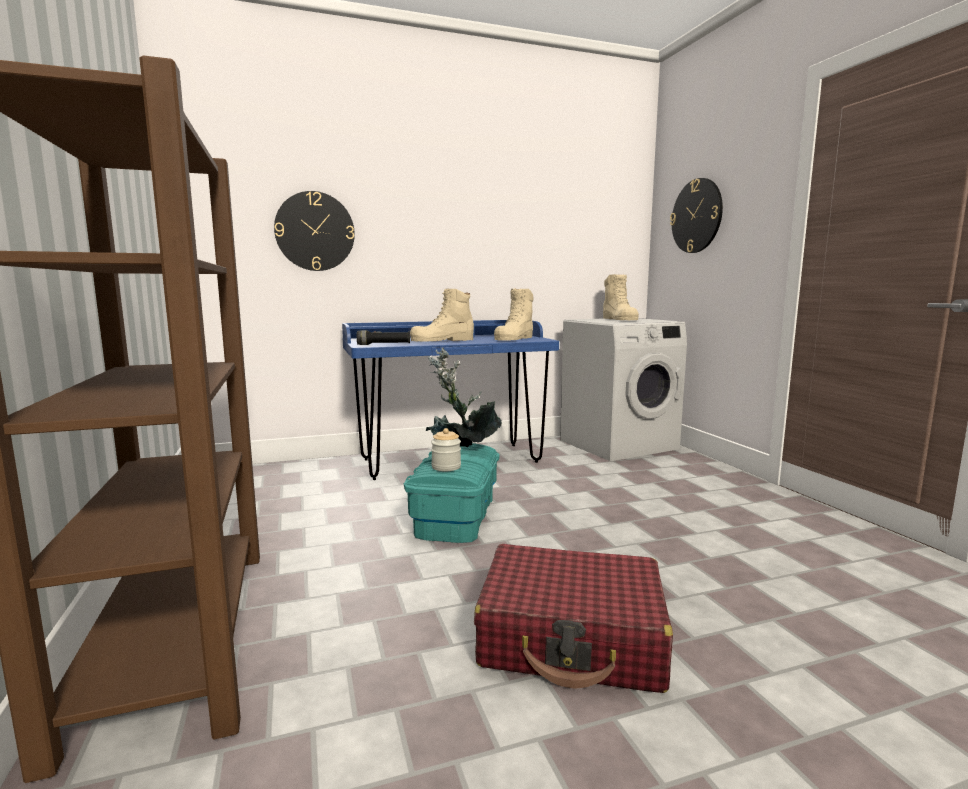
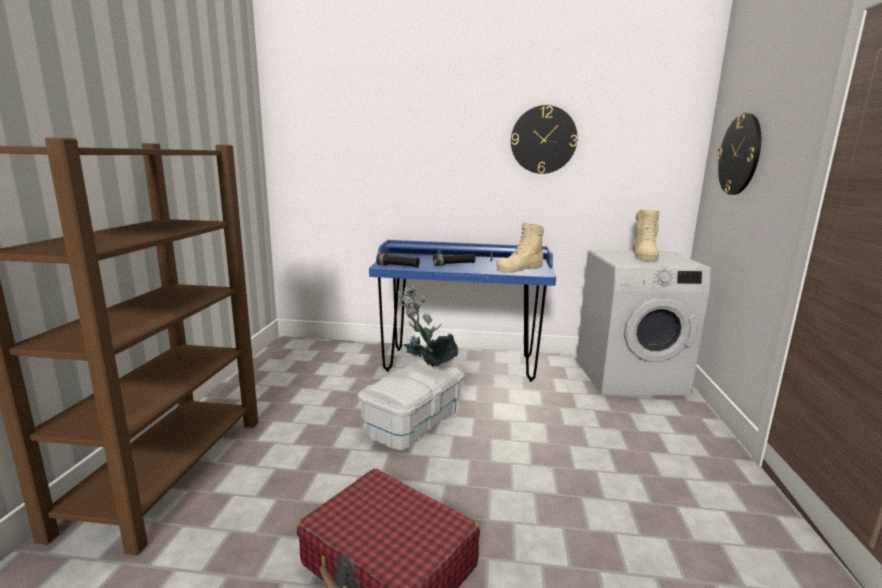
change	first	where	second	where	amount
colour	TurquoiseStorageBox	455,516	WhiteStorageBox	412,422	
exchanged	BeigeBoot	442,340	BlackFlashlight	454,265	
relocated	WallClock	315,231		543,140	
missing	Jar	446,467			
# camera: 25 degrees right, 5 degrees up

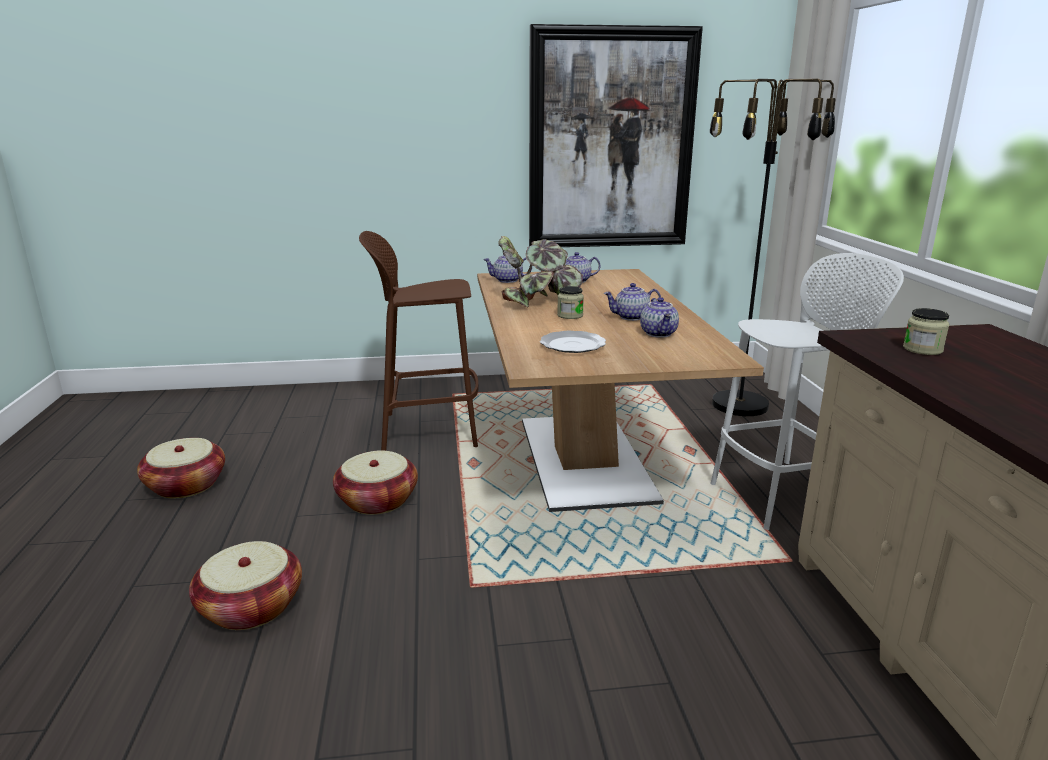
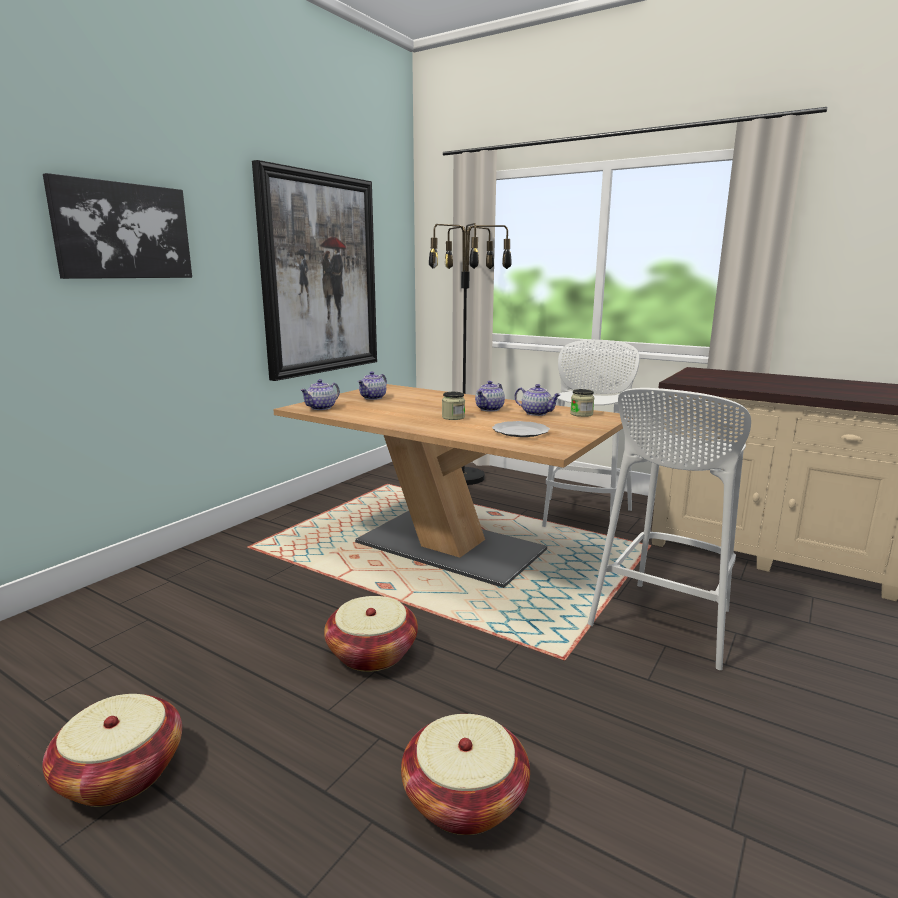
change	first	where	second	where	amount
appeared			Picture	123,231	
relocated	Jar	922,349		581,414	
appeared			WhiteStool	665,622	
missing	BrownStool	426,433			
missing	PottedPlant	537,300			
# camera: 50 degrees left, 5 degrees down

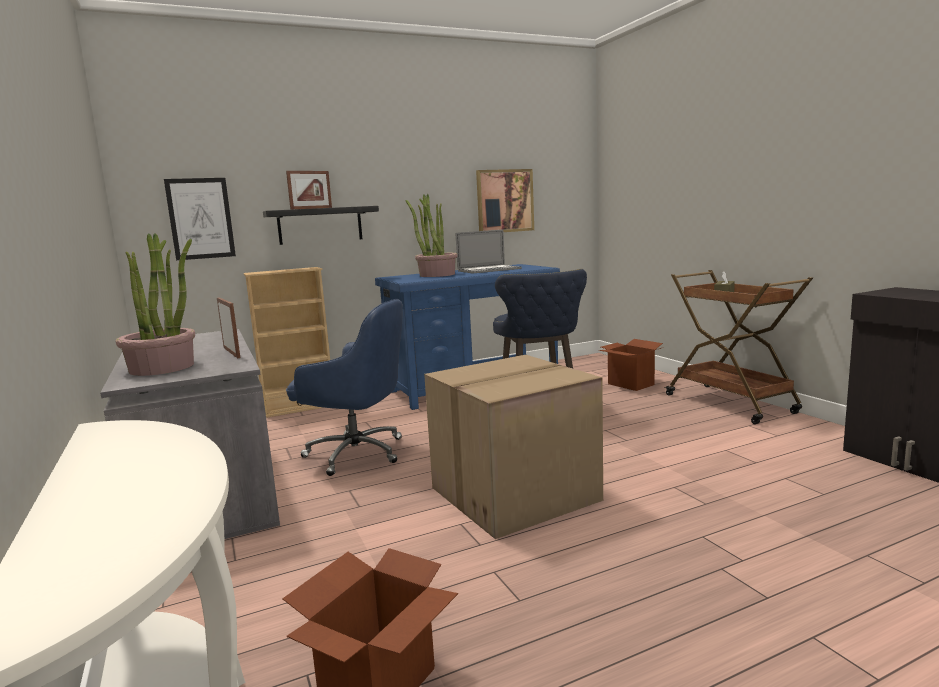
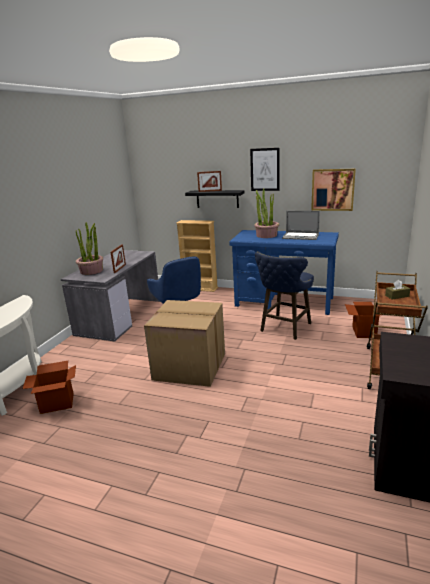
change	first	where	second	where	amount
relocated	Picture	200,218		265,169	
# camera: 45 degrees right, 10 degrees up

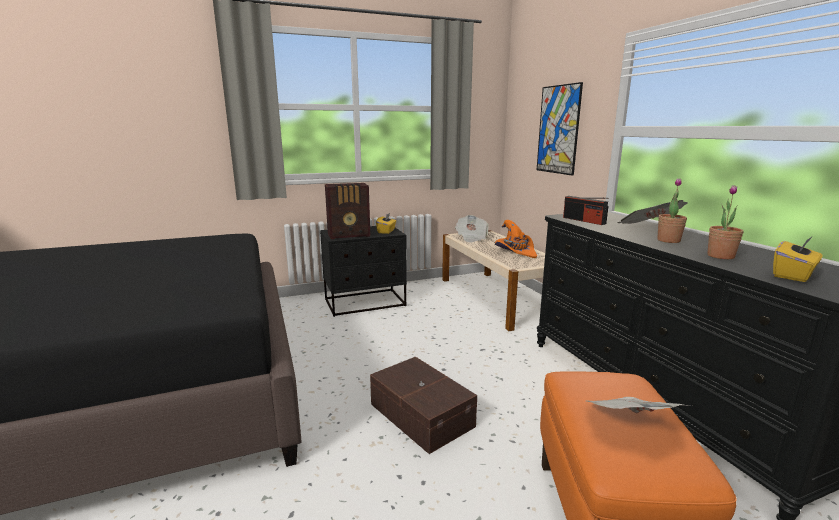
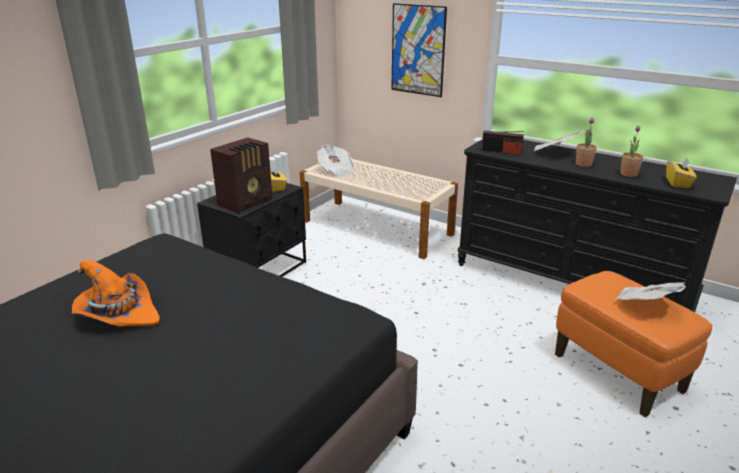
change	first	where	second	where	amount
relocated	OrangeHat	515,252		118,314	
missing	BrownStorageBox	422,414			
# camera: 35 degrees left, 10 degrees up

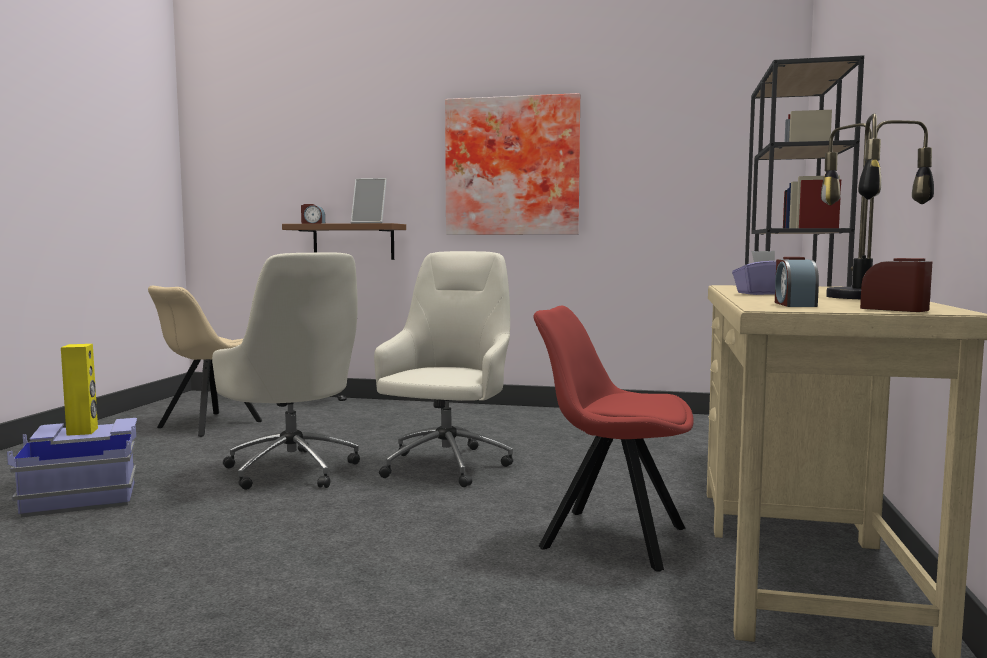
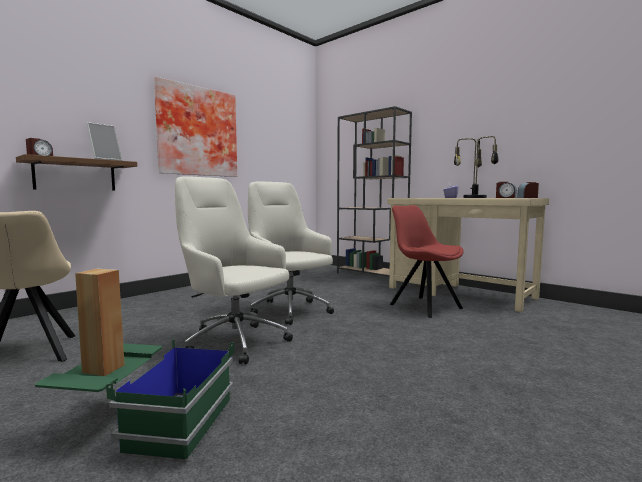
change	first	where	second	where	amount
colour	BlueStorageBox	85,490	GreenStorageBox	146,423	
colour	YellowSpeaker	83,431	BrownSpeaker	104,368	
spun	BeigeOfficeChair	292,471		235,342	135 degrees counterclockwise
spun	RedChair	612,538		424,306	90 degrees clockwise
# camera: 60 degrees left, 0 degrees up

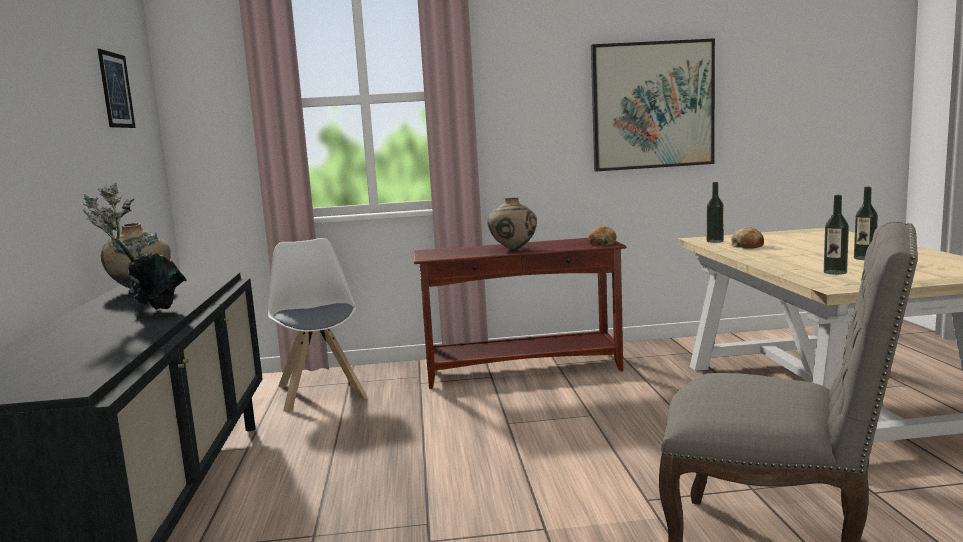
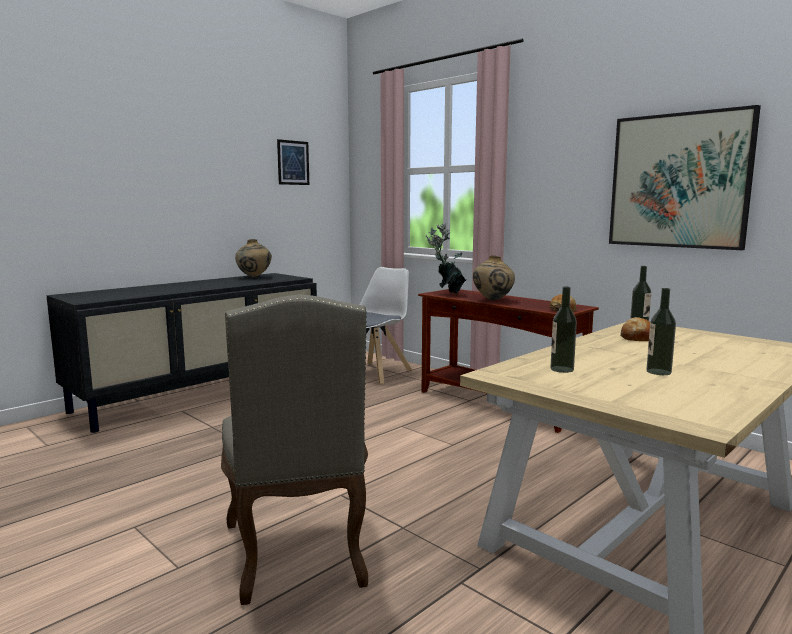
change	first	where	second	where	amount
relocated	PottedPlant	148,312		448,293	
# camera: 50 degrees right, 0 degrees up

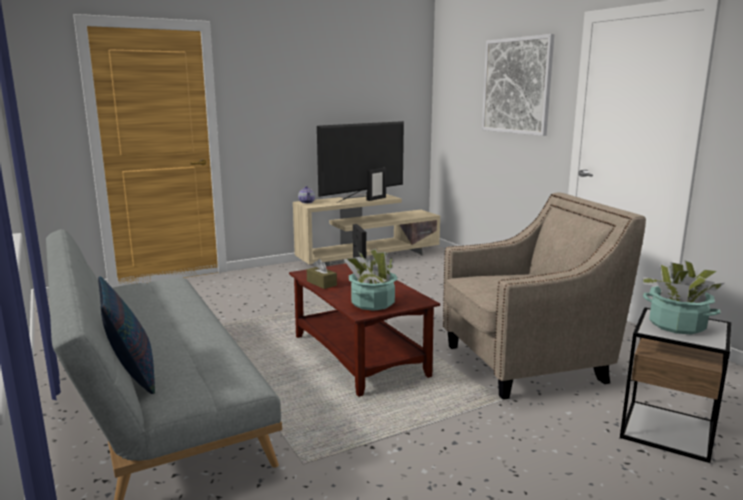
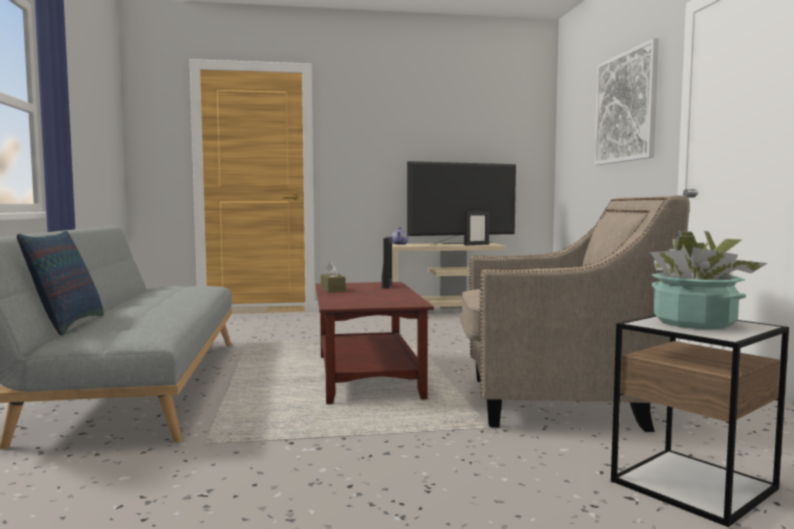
change	first	where	second	where	amount
missing	PottedPlant	372,303			
# camera: 20 degrees right, 10 degrees down

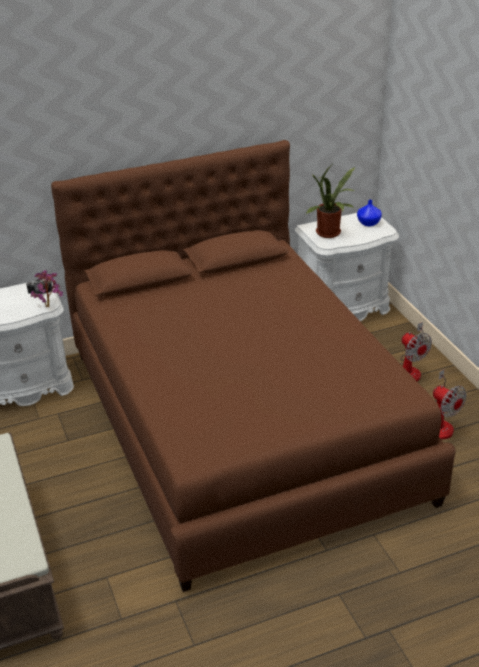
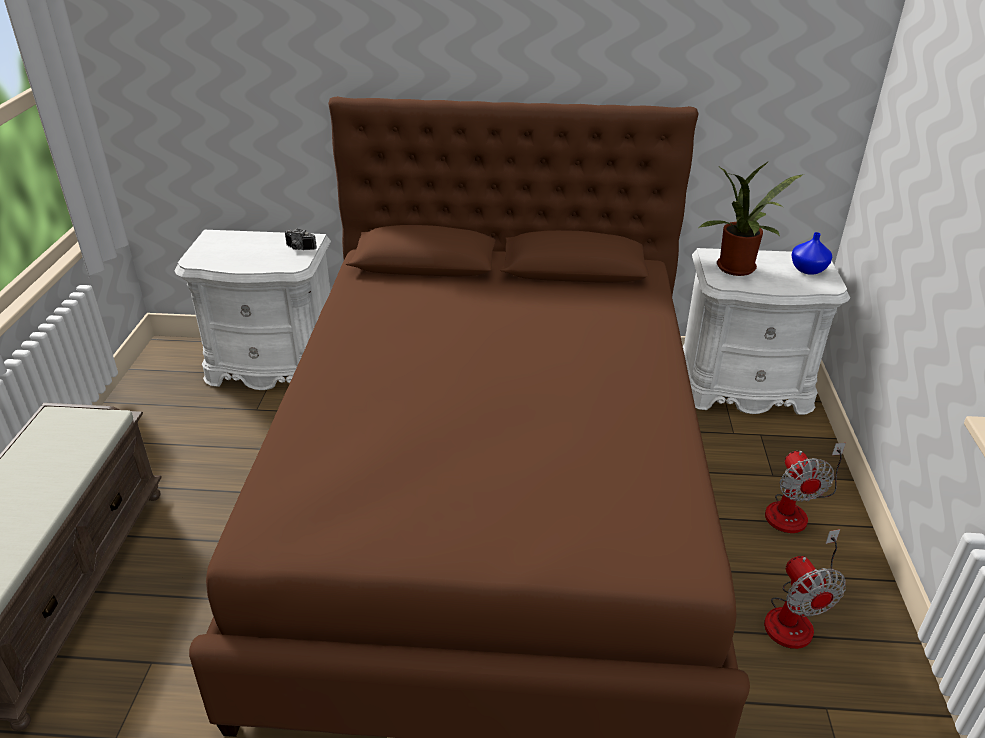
change	first	where	second	where	amount
missing	PottedPlant	50,305			
# camera: 25 degrees right, 0 degrees up

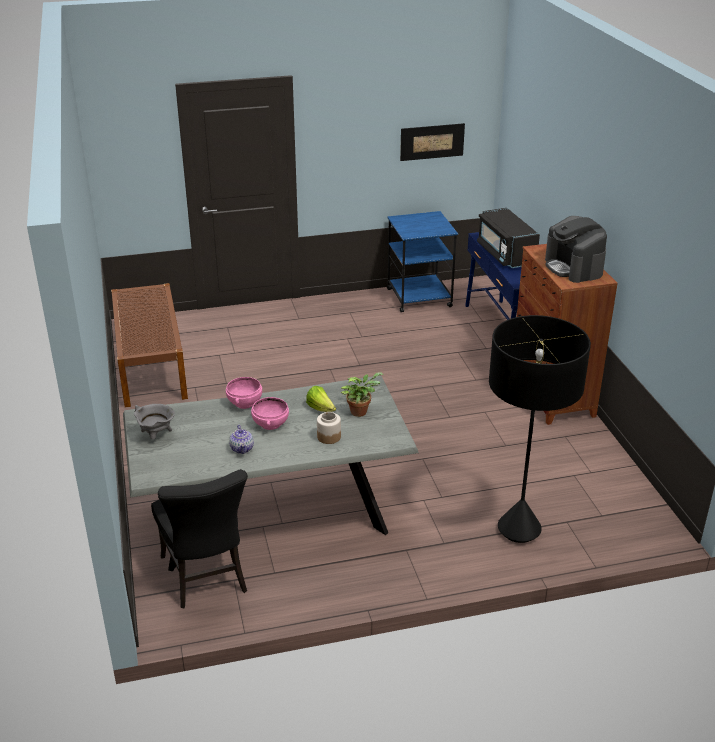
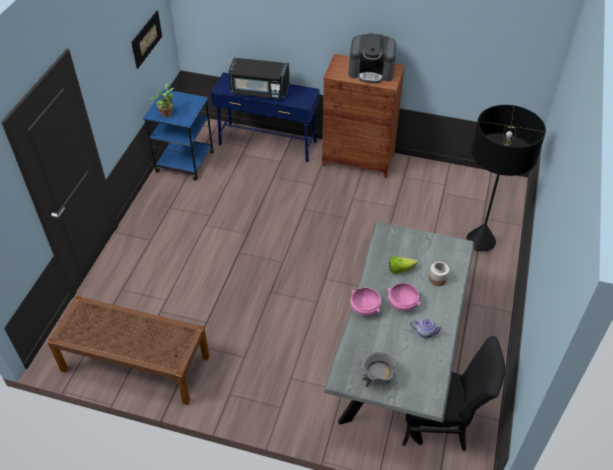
change	first	where	second	where	amount
relocated	PottedPlant	360,411		166,113	
# camera: 60 degrees left, 15 degrees up

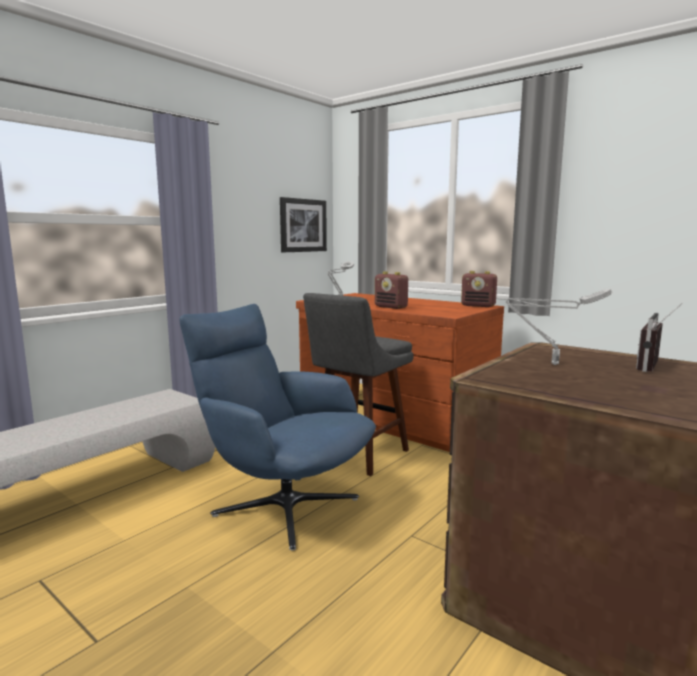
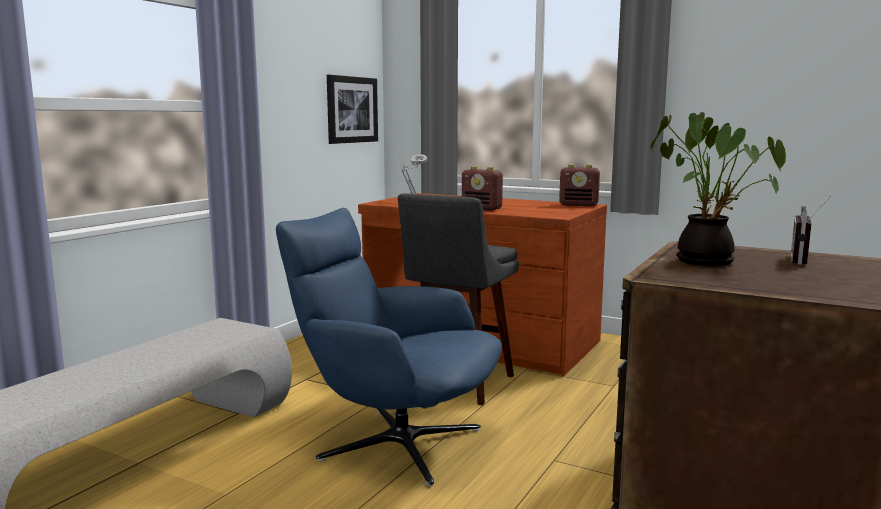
change	first	where	second	where	amount
exchanged	GreyTableLamp	551,363	PottedPlant	708,261	
# camera: 10 degrees left, 0 degrees up

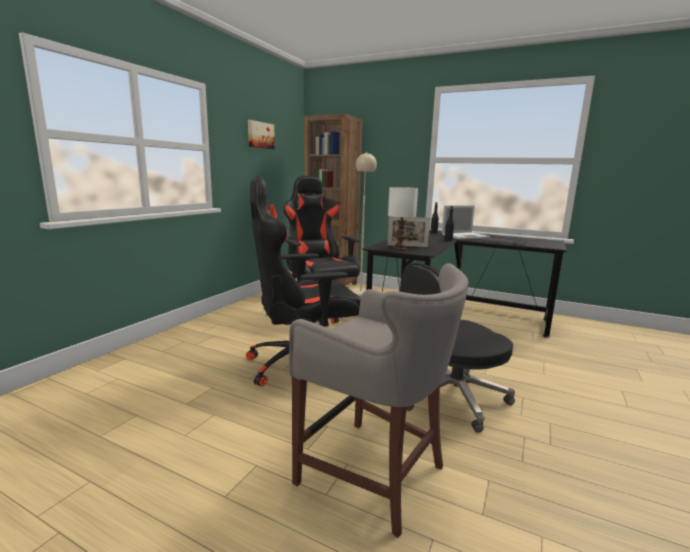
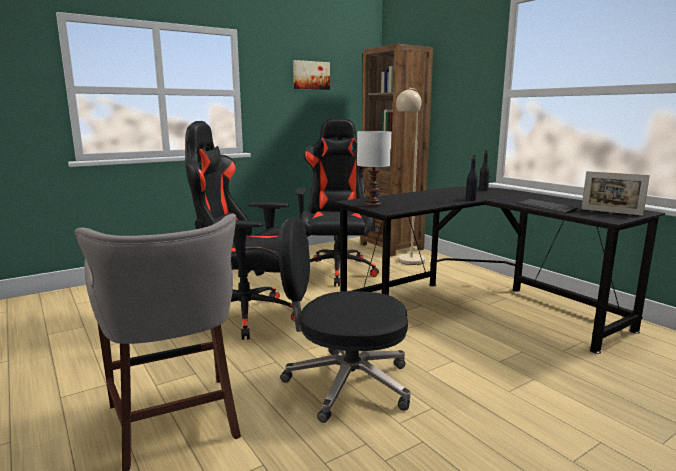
change	first	where	second	where	amount
relocated	PictureFrame	407,246		611,212	
missing	Laptop	465,236			
# camera: 30 degrees right, 0 degrees up

